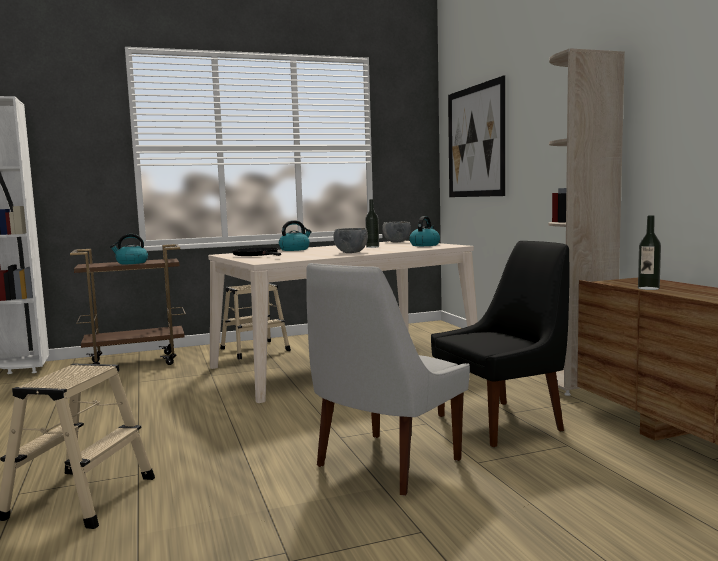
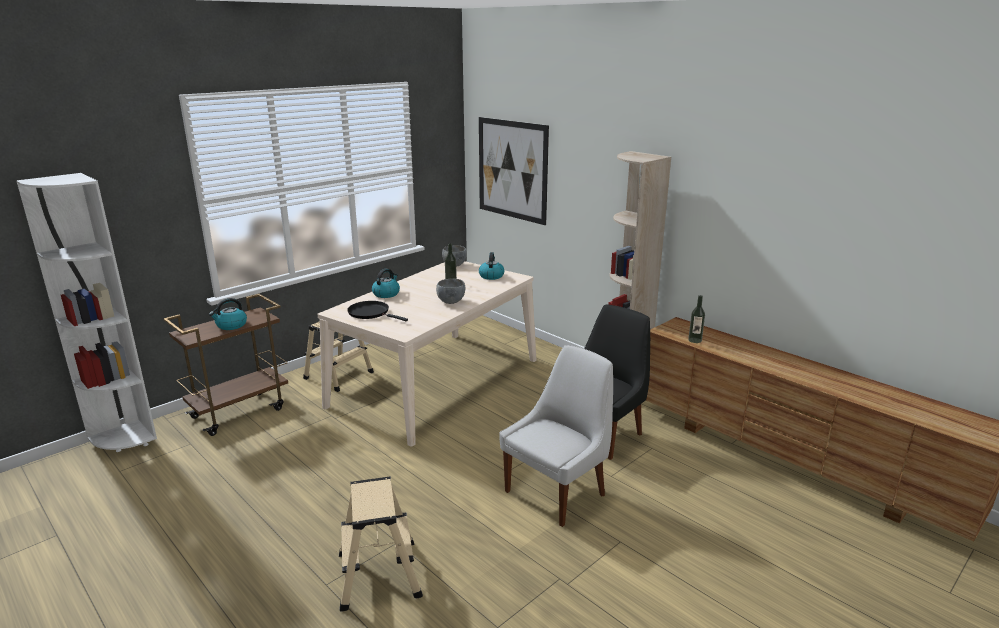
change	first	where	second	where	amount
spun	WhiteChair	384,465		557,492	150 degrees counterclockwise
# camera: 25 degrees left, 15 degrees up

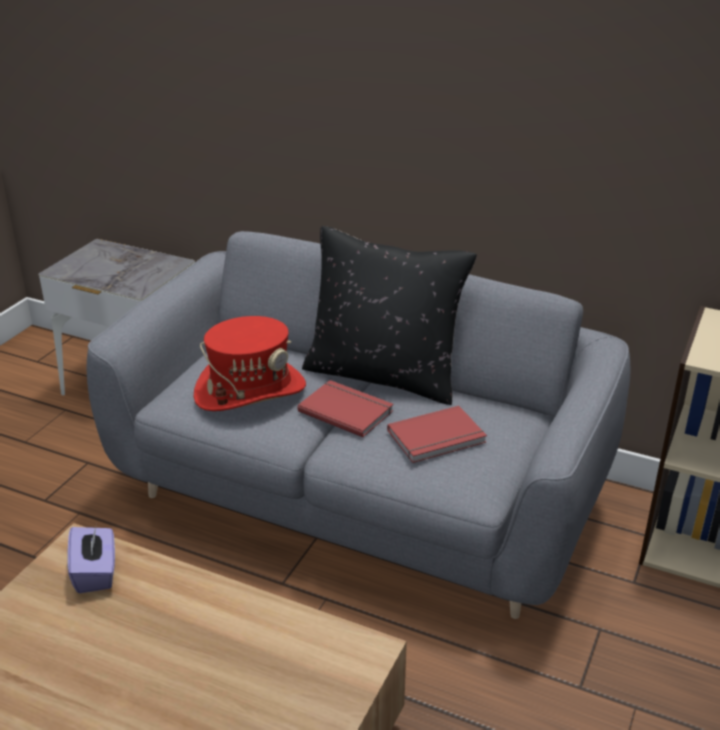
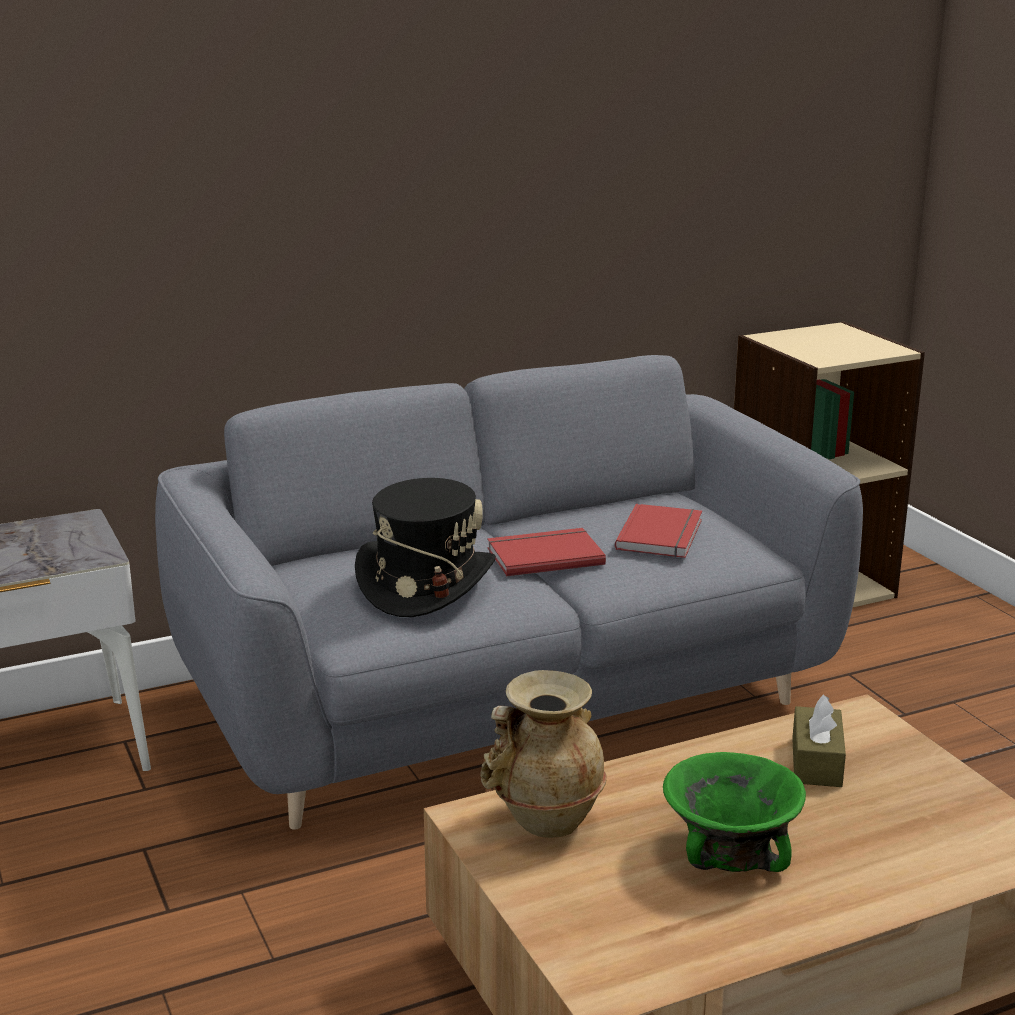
change	first	where	second	where	amount
colour	RedHat	250,390	BlackHat	425,583	
exchanged	PurpleTissueBox	96,573	BeigeVase	545,821	
appeared			GreenBowl	731,852	
appeared			BrownTissueBox	816,762	
missing	BlackPillow	384,375			
# camera: 50 degrees left, 10 degrees down

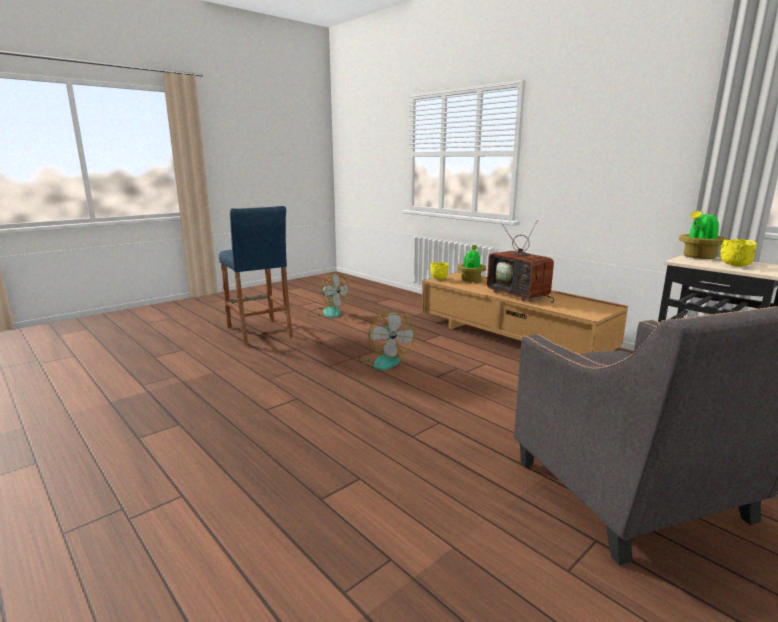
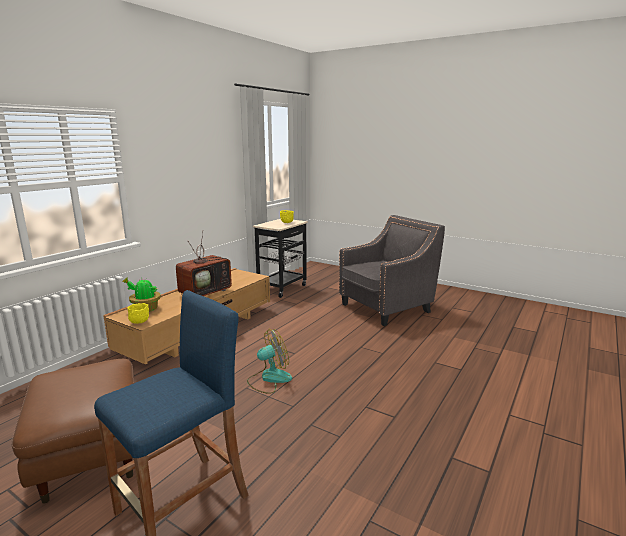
change	first	where	second	where	amount
exchanged	Fan	327,312	BrownOttoman	90,455	
missing	PottedPlant	698,257			
# camera: 105 degrees left, 0 degrees up

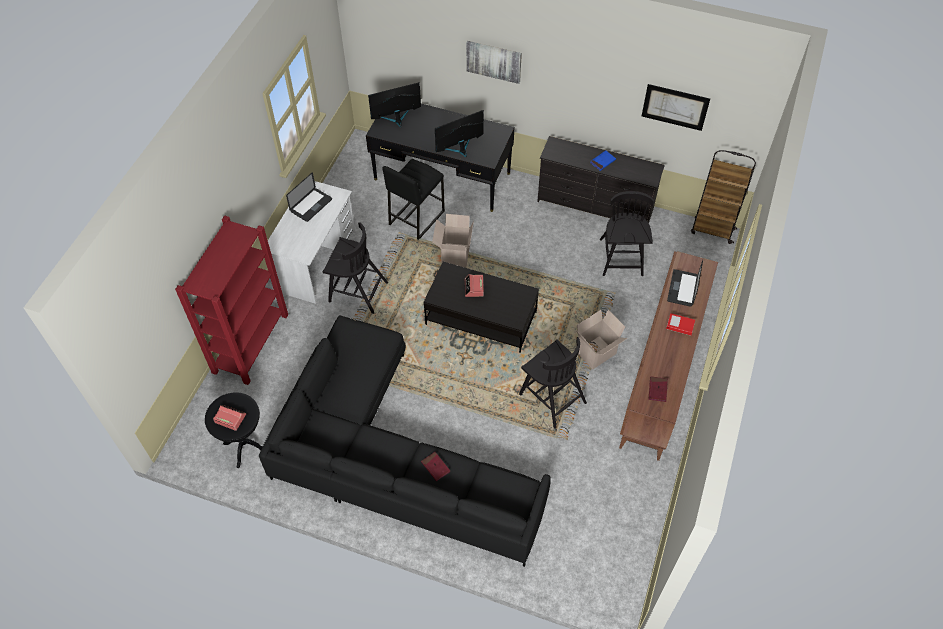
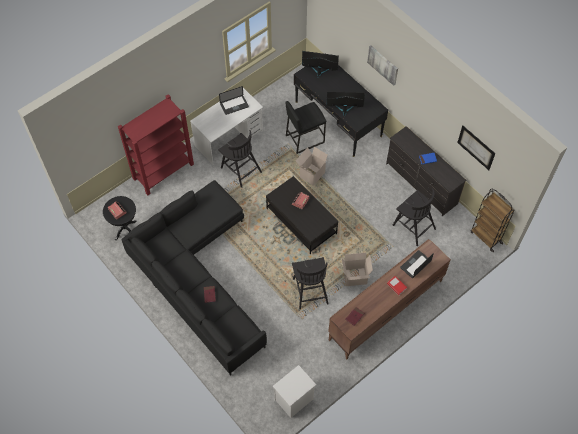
change	first	where	second	where	amount
appeared			WhiteNightstand	294,400	
spun	BlackChair	621,258		413,226	105 degrees clockwise
# camera: 30 degrees right, 5 degrees up

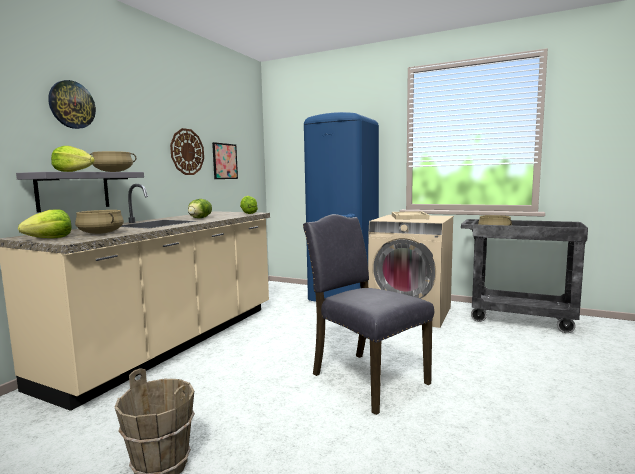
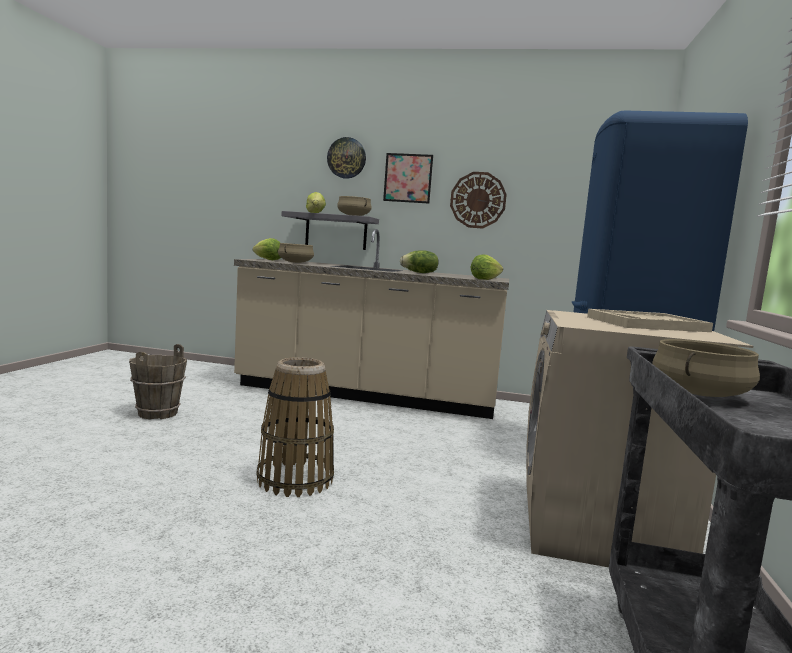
change	first	where	second	where	amount
exchanged	GreyChair	365,378	Basket	295,480	
relocated	Picture	224,161		408,178	
# camera: 75 degrees right, 0 degrees up

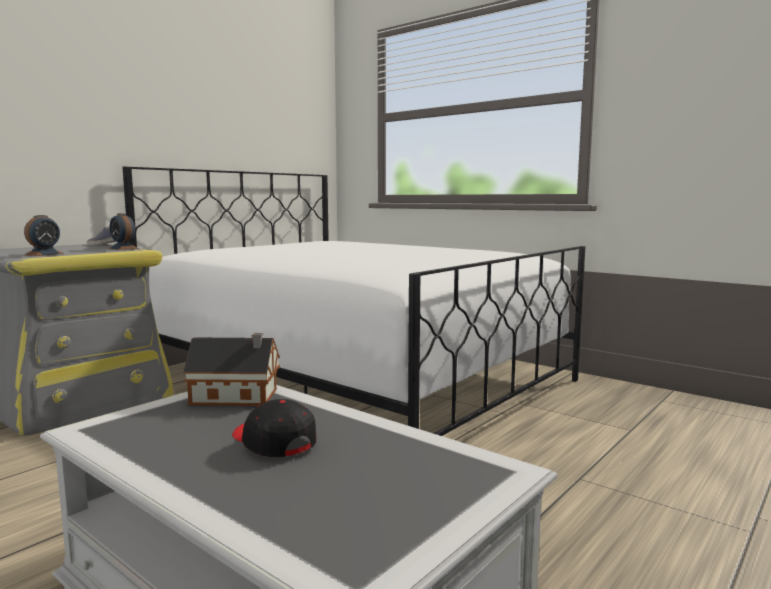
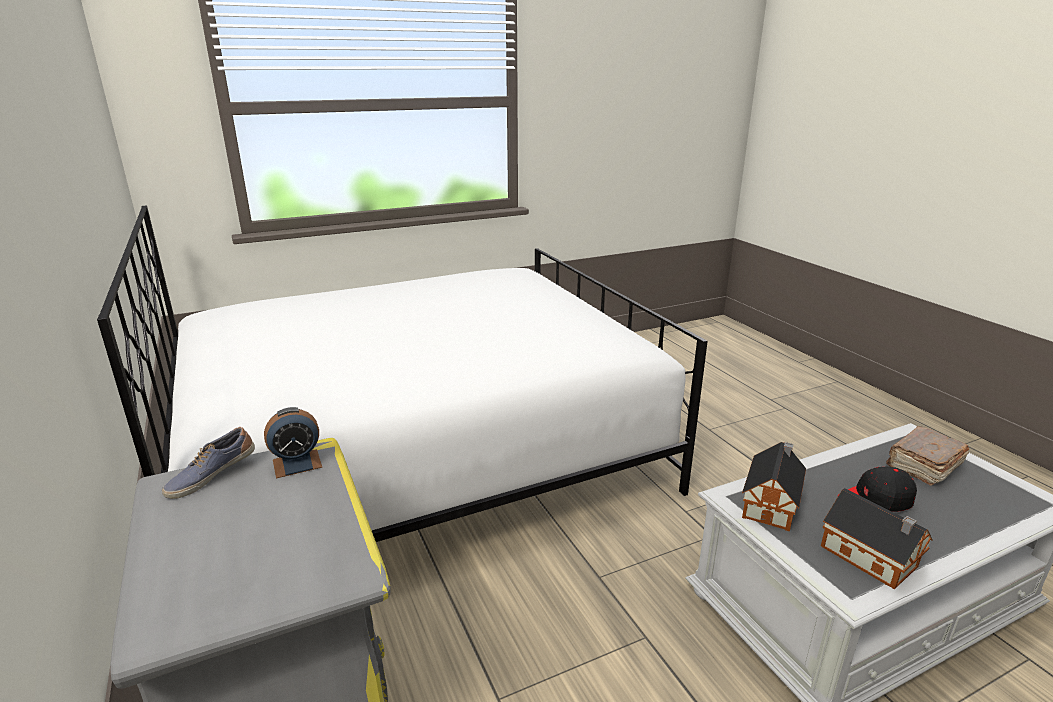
change	first	where	second	where	amount
appeared			ToyHouse	871,558	
appeared			BrownBook	923,466	
missing	AlarmClock	44,254			
# camera: 65 degrees left, 15 degrees up

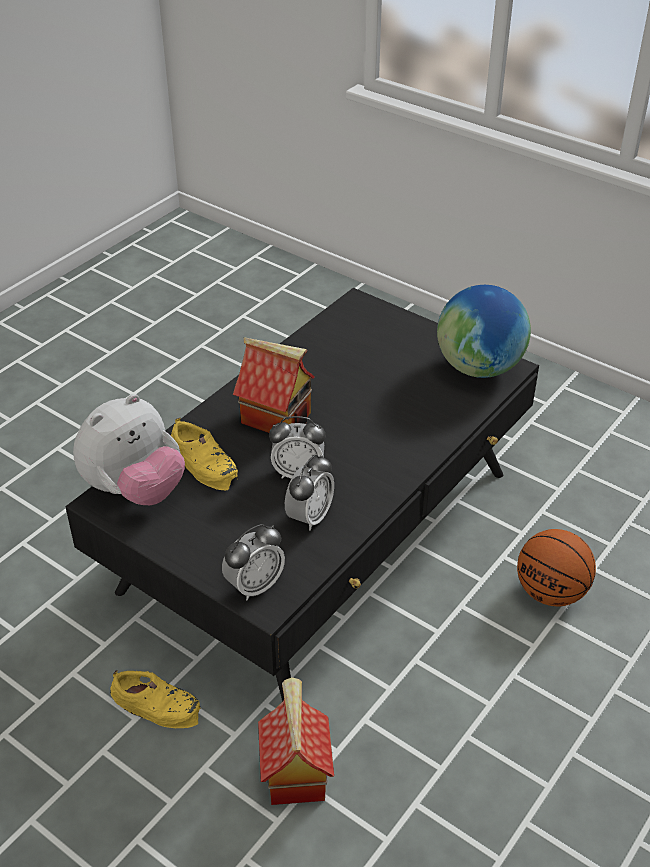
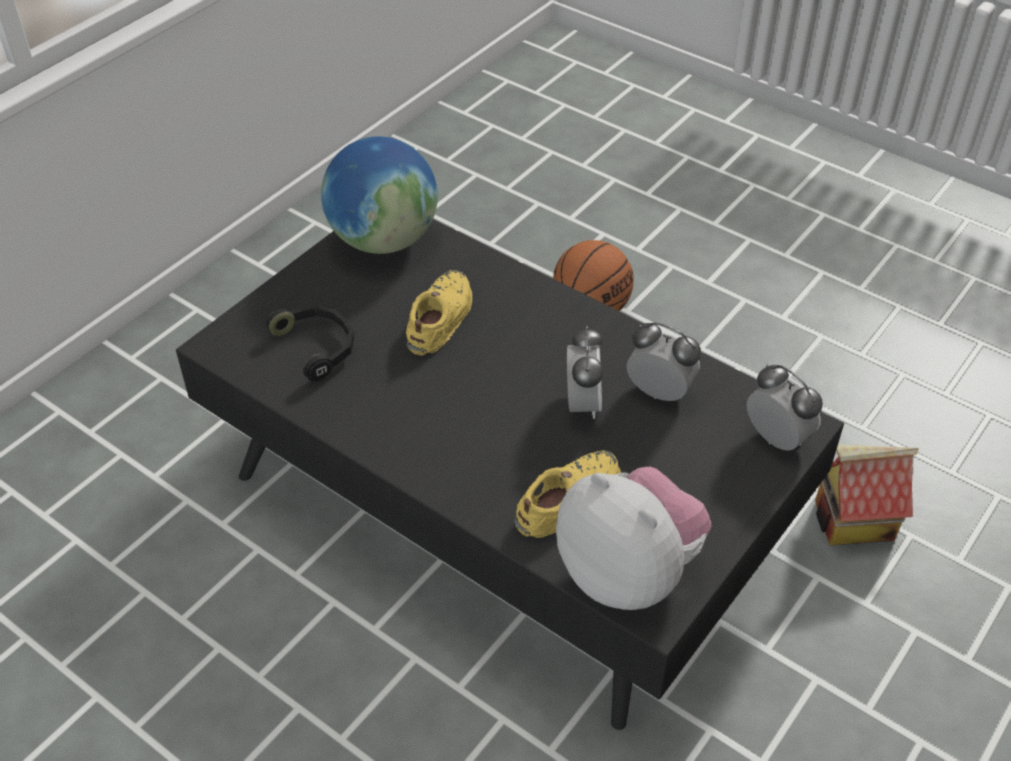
change	first	where	second	where	amount
appeared			BlackHeadphones	318,347	
relocated	YellowShoe	157,704		440,317	
missing	ToyHouse	277,417			
# camera: 90 degrees left, 5 degrees up

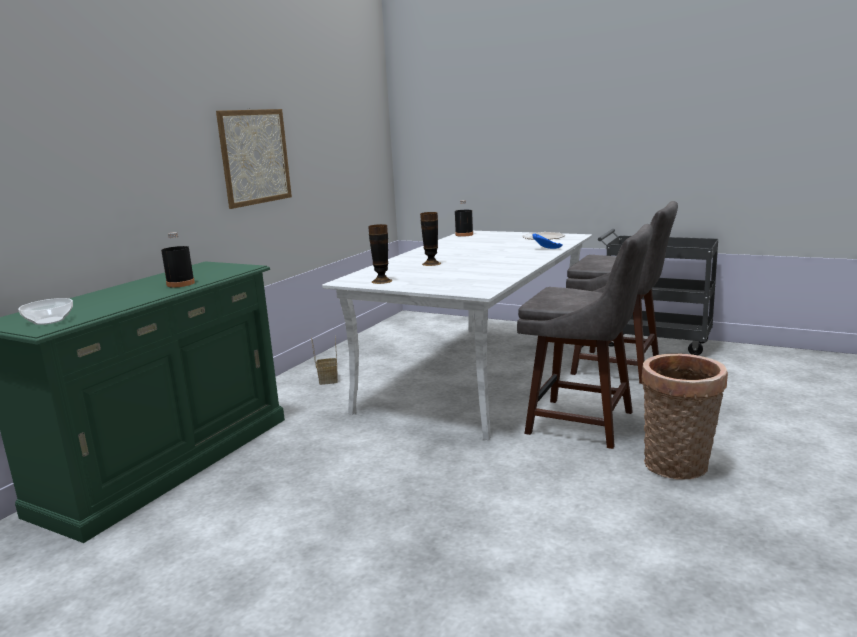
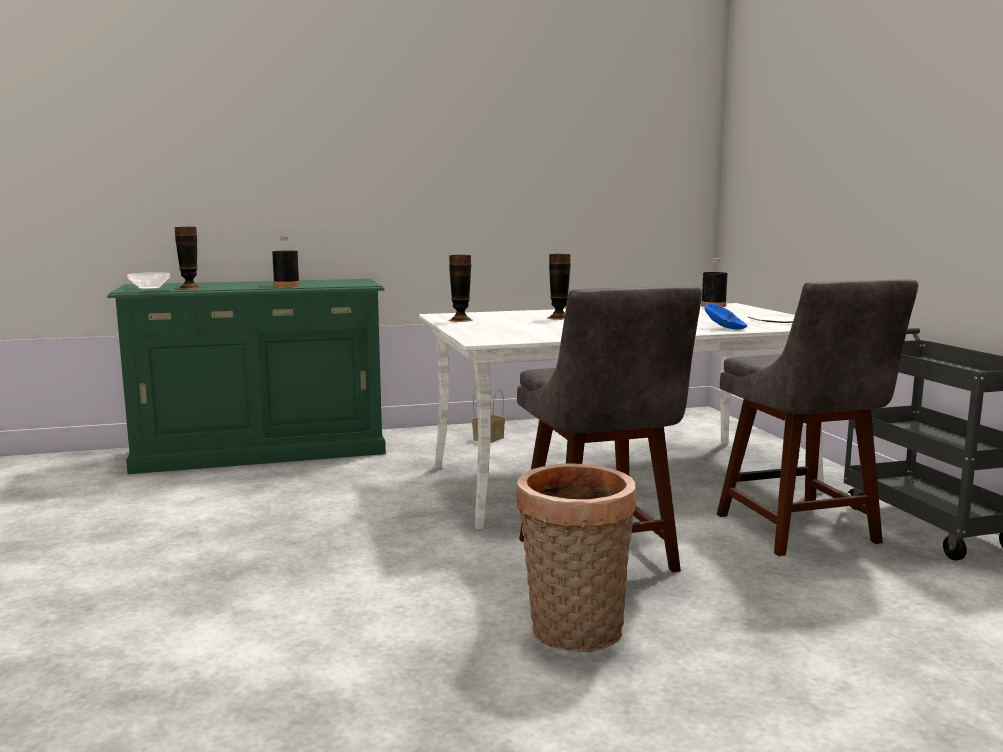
change	first	where	second	where	amount
appeared			Vase	189,288	
missing	Picture	255,155			
# camera: 45 degrees right, 5 degrees down

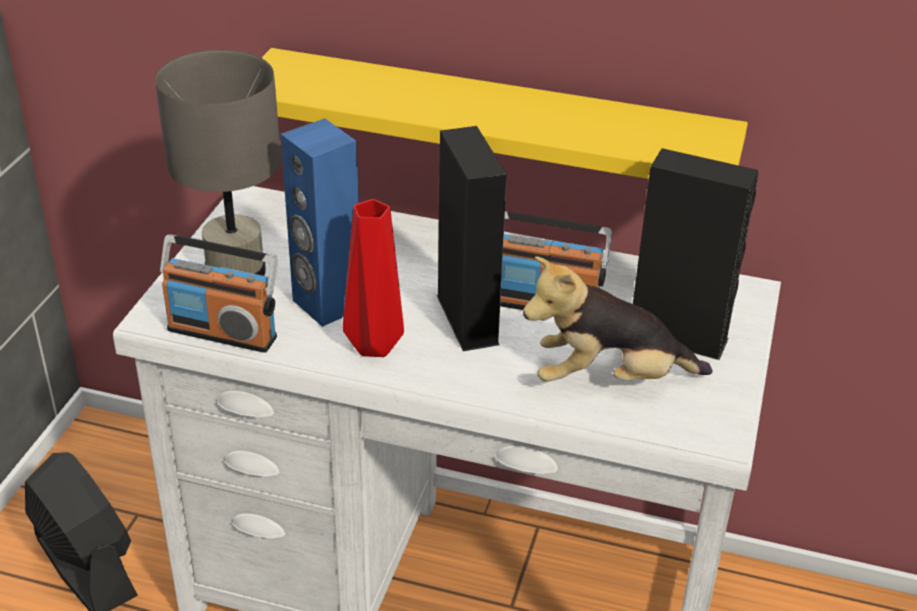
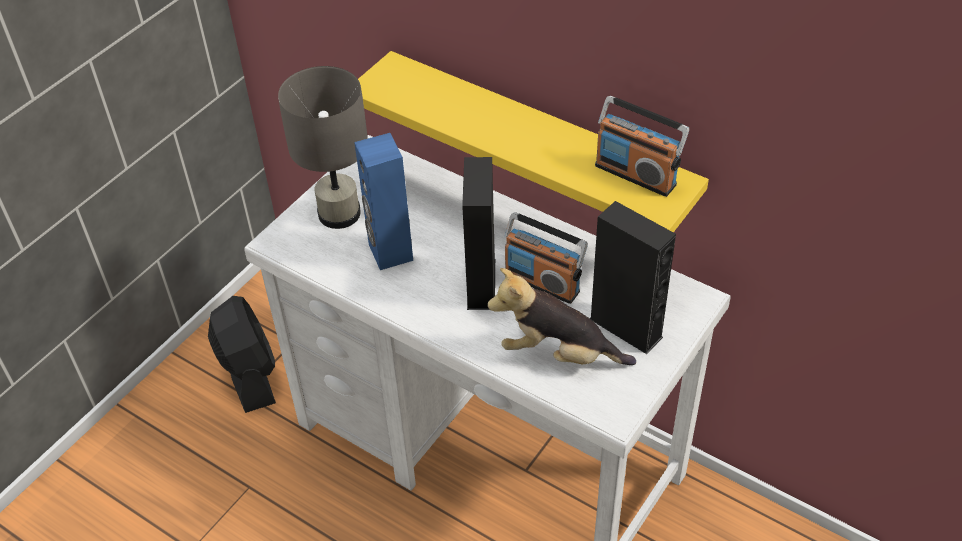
change	first	where	second	where	amount
relocated	Radio	223,332		636,174	
missing	RedVase	374,348			
# camera: 20 degrees right, 10 degrees up

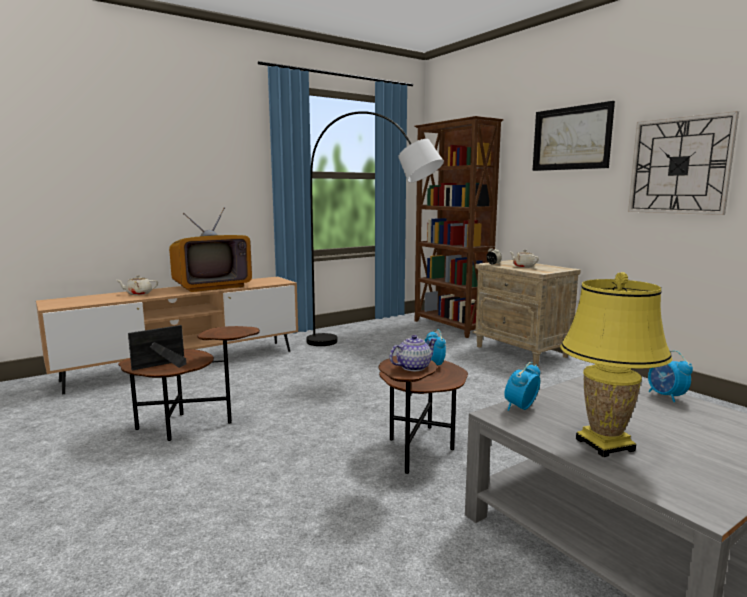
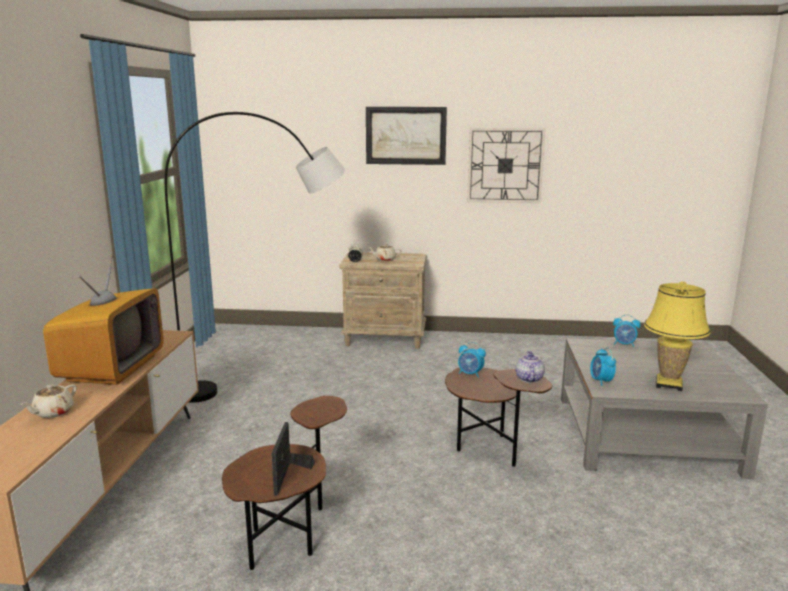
change	first	where	second	where	amount
missing	BrownBookcase	450,327			
# camera: 50 degrees left, 5 degrees up

